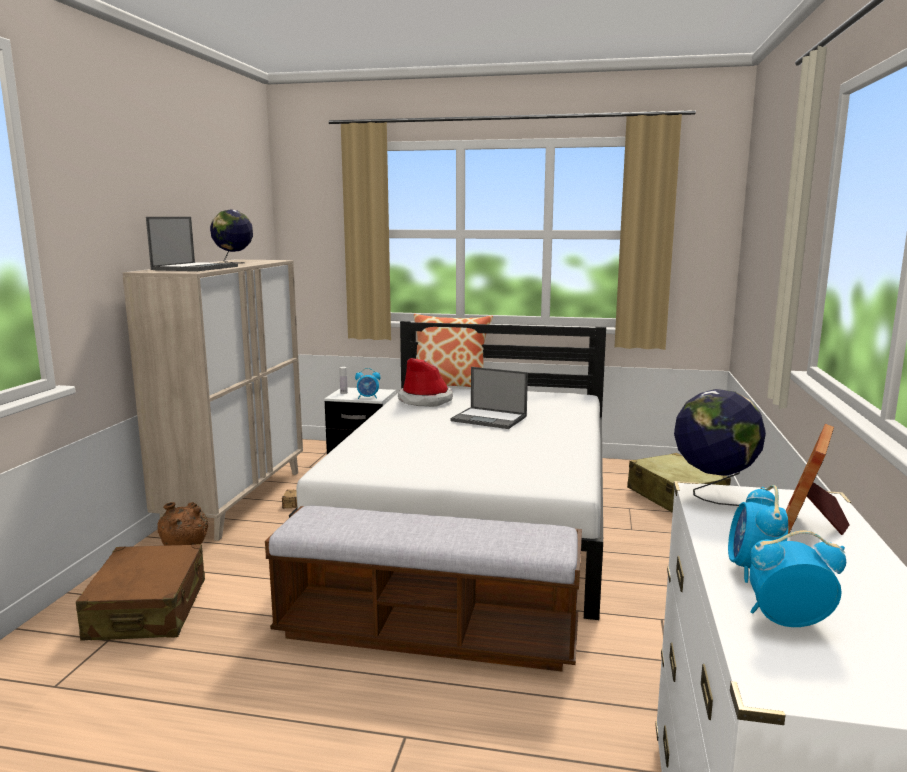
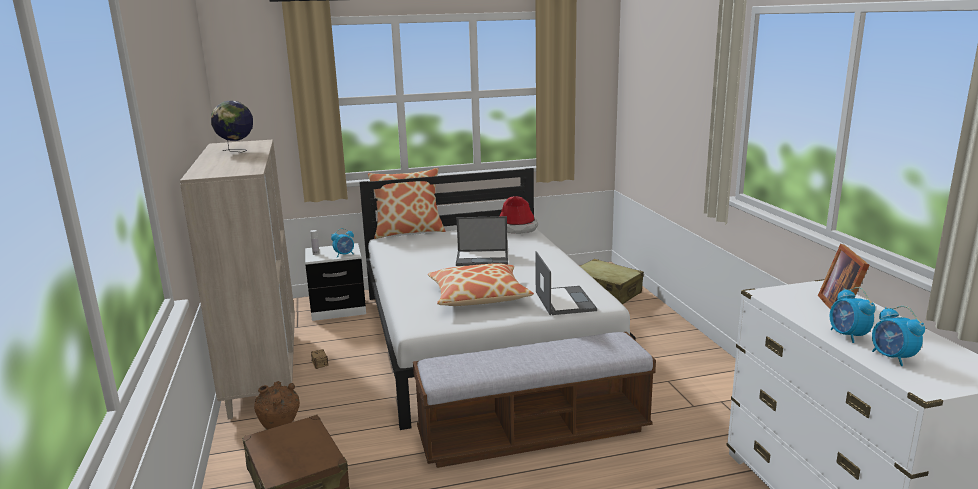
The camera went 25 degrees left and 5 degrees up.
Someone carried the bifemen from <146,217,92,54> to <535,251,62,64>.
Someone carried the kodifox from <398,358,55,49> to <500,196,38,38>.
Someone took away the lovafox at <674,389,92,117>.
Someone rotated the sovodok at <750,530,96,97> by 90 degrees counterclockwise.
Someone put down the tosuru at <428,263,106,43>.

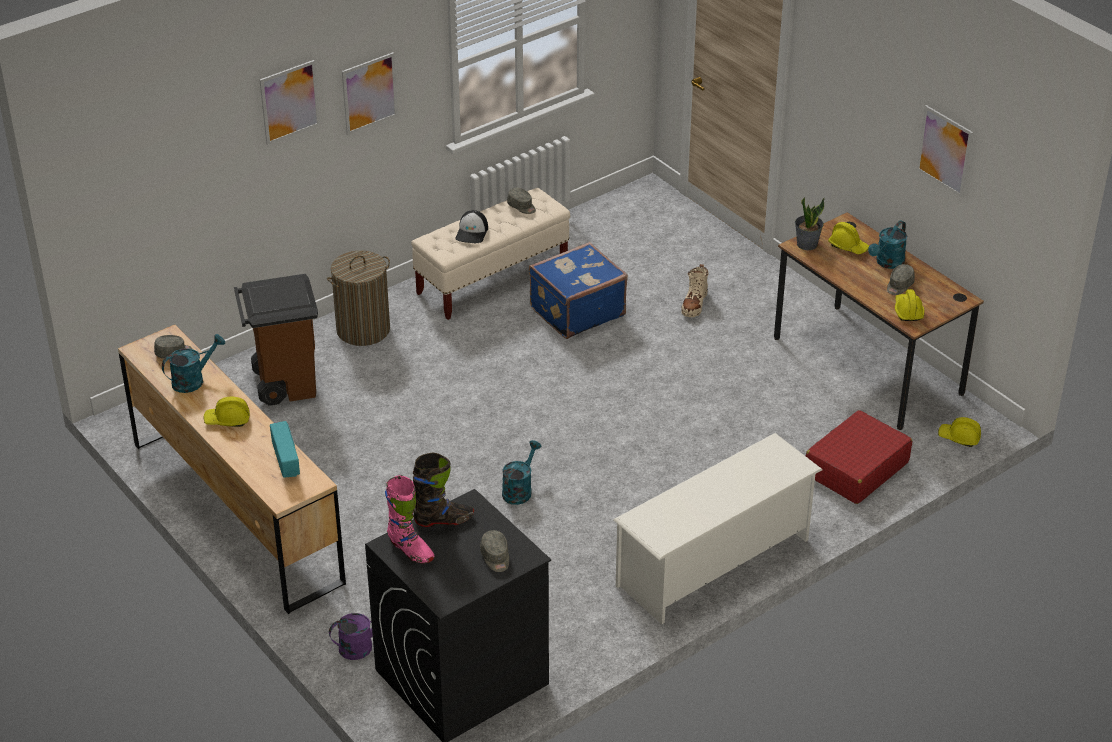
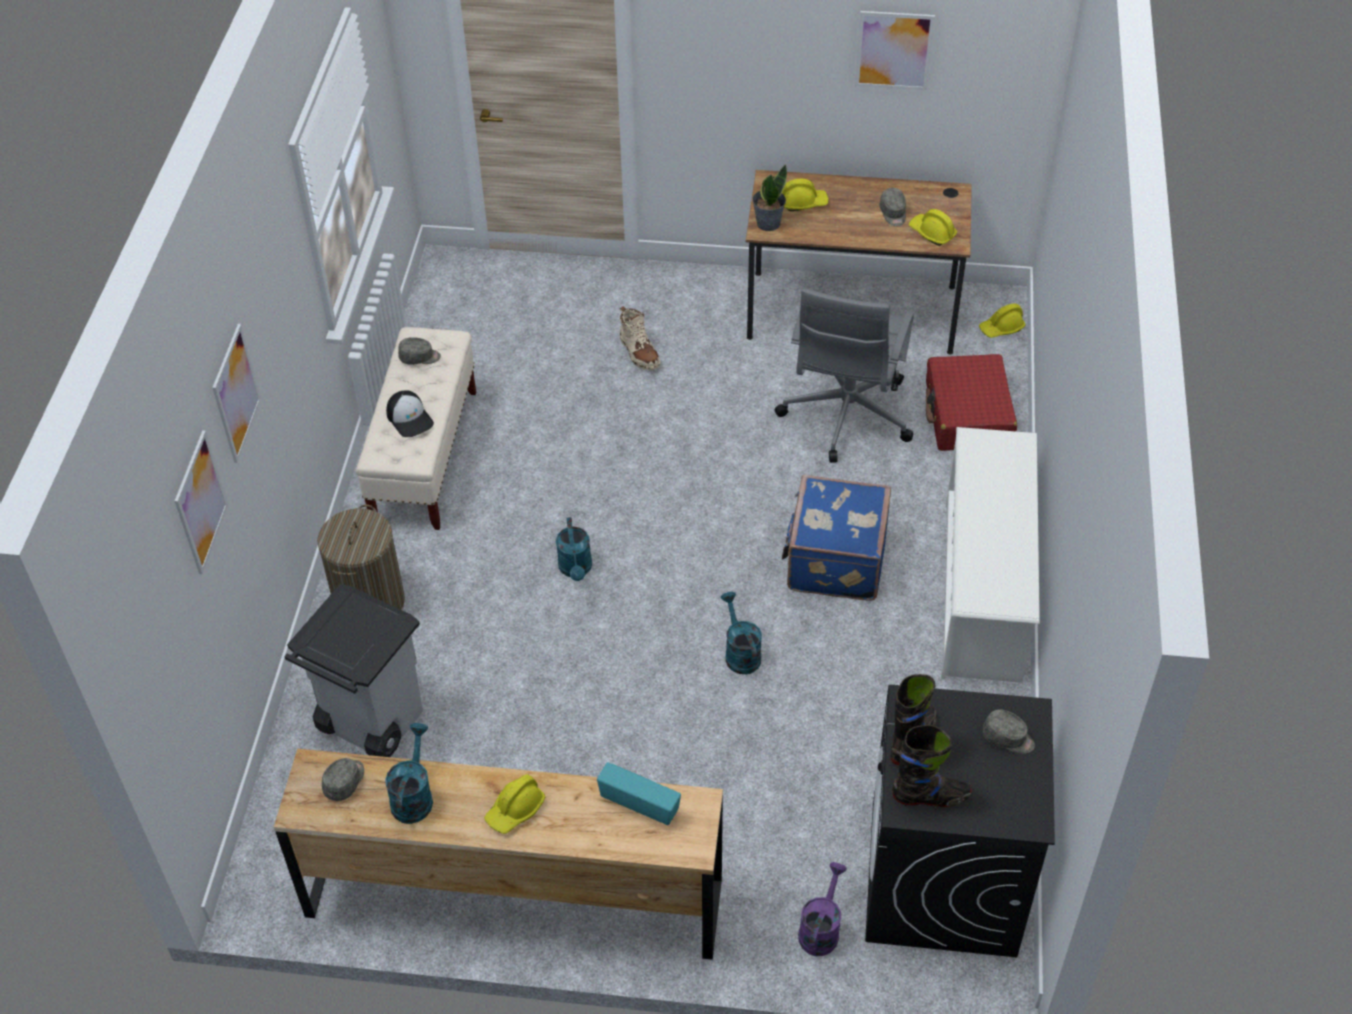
The camera went 45 degrees left and 10 degrees up.
Someone carried the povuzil from <342,52,56,83> to <175,430,53,144>.
Someone carried the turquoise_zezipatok from <868,220,39,49> to <556,517,36,64>.
Someone carried the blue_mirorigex from <529,242,99,97> to <782,475,109,126>.
Someone repainted the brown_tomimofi at <234,274,84,132>, which became the grey_tomimofi at <284,584,139,173>.
Someone repainted the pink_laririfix at <385,475,49,88>, which became the black_laririfix at <892,725,80,82>.
Someone put down the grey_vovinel at <775,288,139,175>.

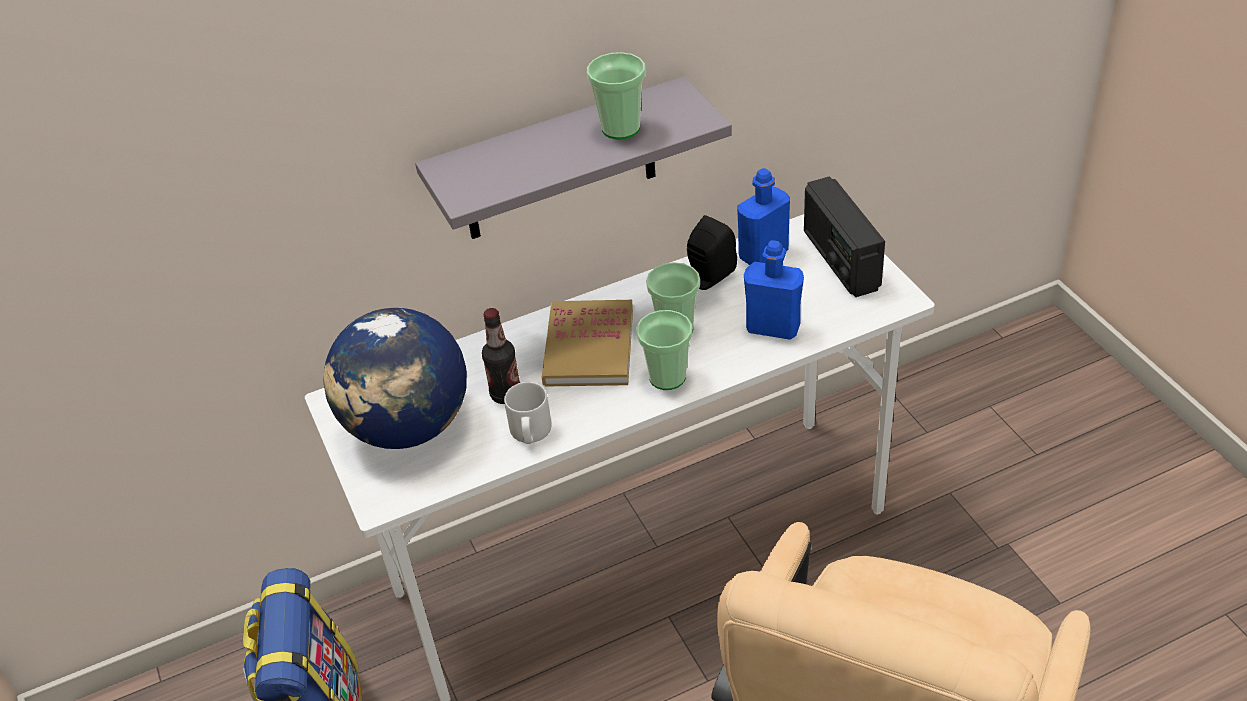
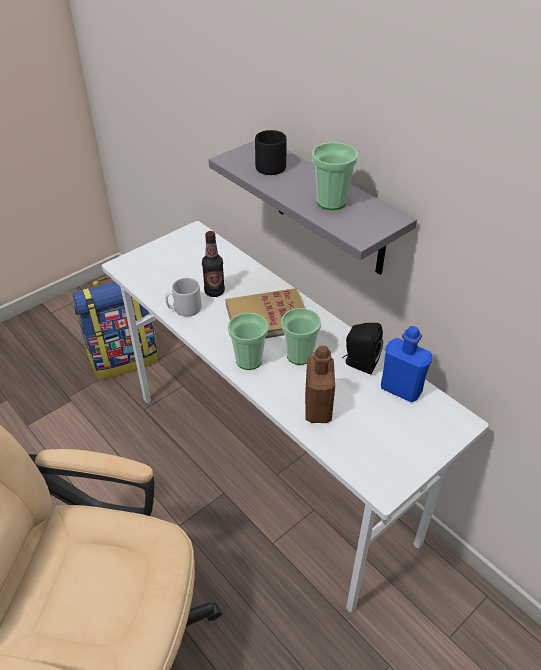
The camera went 70 degrees right and 0 degrees up.
Someone took away the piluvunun at <804,176,81,121>.
Someone repainted the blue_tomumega at <744,240,60,100>, which became the brown_tomumega at <305,346,30,77>.
Someone took away the lovafox at <323,308,144,141>.
Someone put down the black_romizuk at <255,130,32,45>.

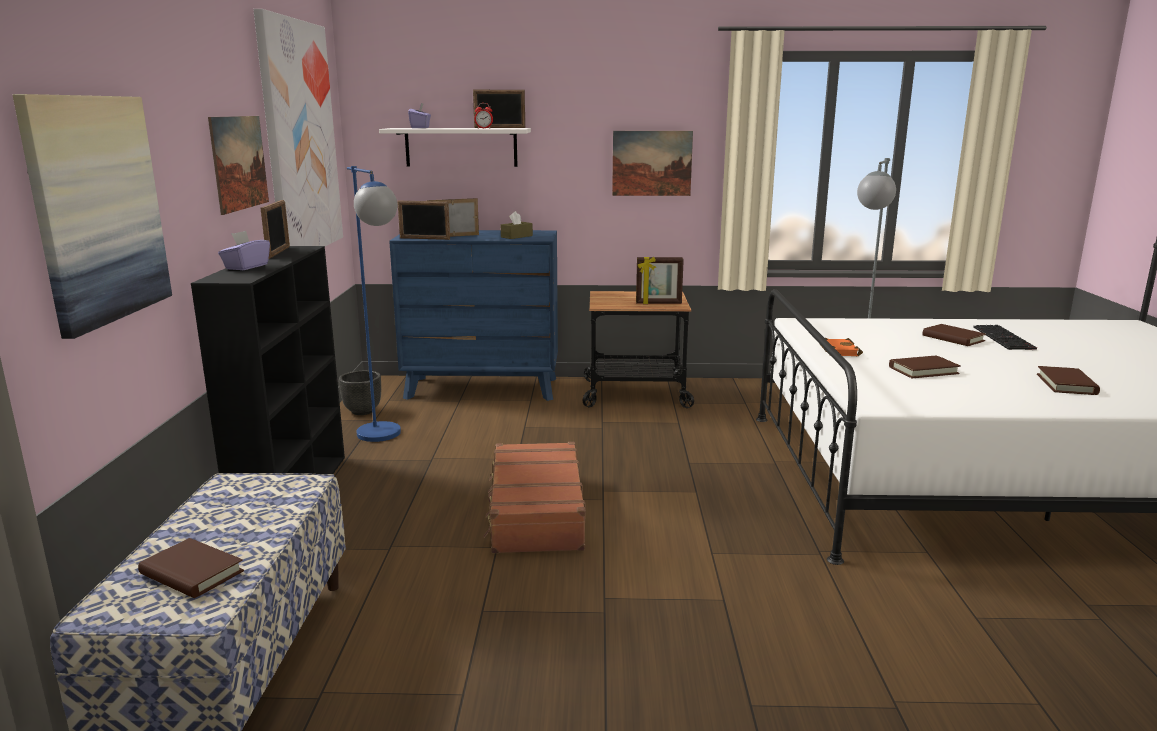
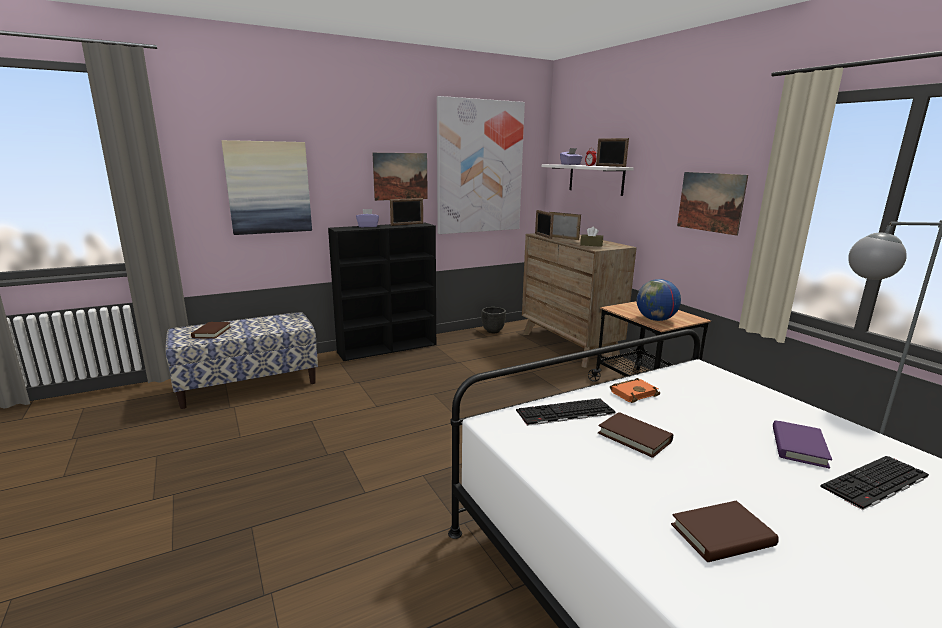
The camera went 60 degrees right and 0 degrees up.
Someone took away the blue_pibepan at <347,166,54,276>.
Someone repainted the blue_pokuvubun at <389,230,169,171>, which became the brown_pokuvubun at <522,233,115,135>.
Someone swapped the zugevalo at <636,257,48,47> for the lovafox at <636,279,45,42>.
Someone repainted the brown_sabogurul at <923,324,63,22>, which became the purple_sabogurul at <773,420,59,48>.
Someone took away the brown_mirorigex at <484,442,102,111>.
Someone put down the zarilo at <516,398,100,28>.

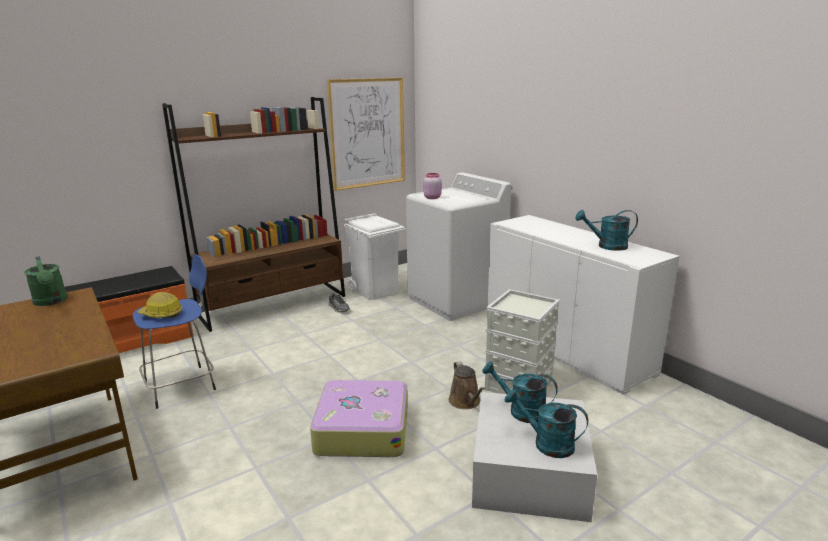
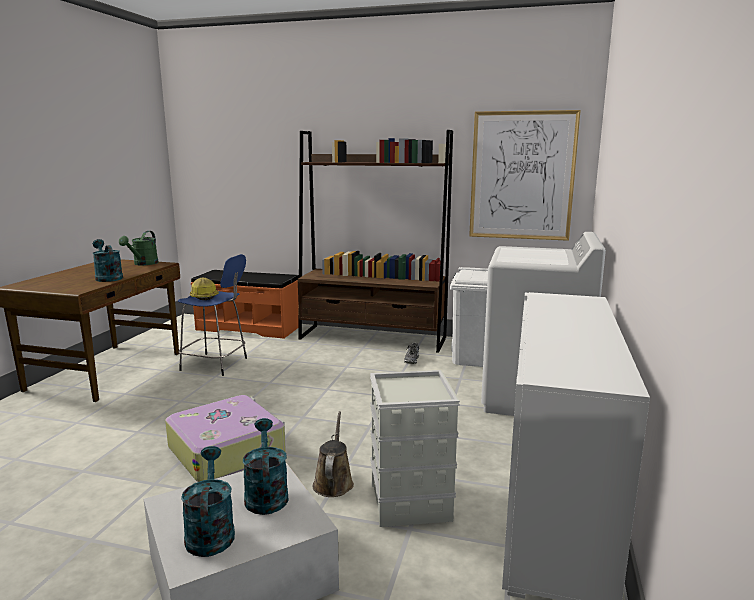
The camera went 50 degrees right and 5 degrees down.
Someone took away the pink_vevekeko at <424,173,18,26>.
Someone carried the turquoise_zezipatok from <575,210,63,41> to <93,239,30,43>.
Someone rotated the brown_zezipatok at <449,361,36,48> by 150 degrees clockwise.

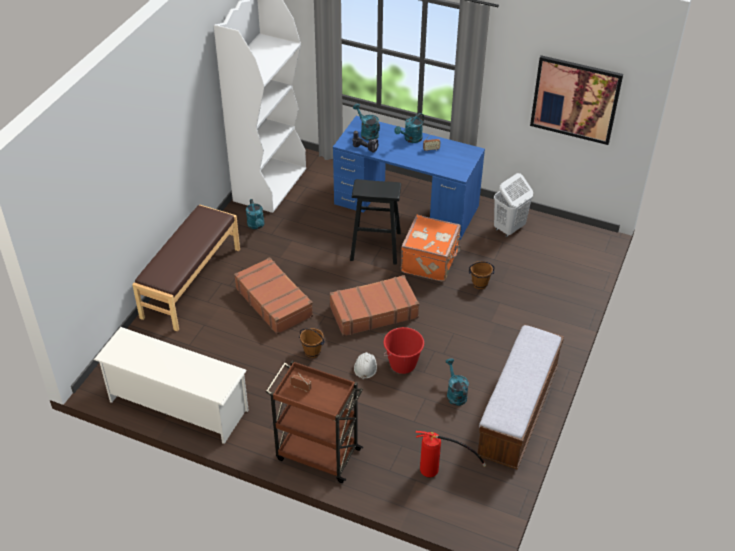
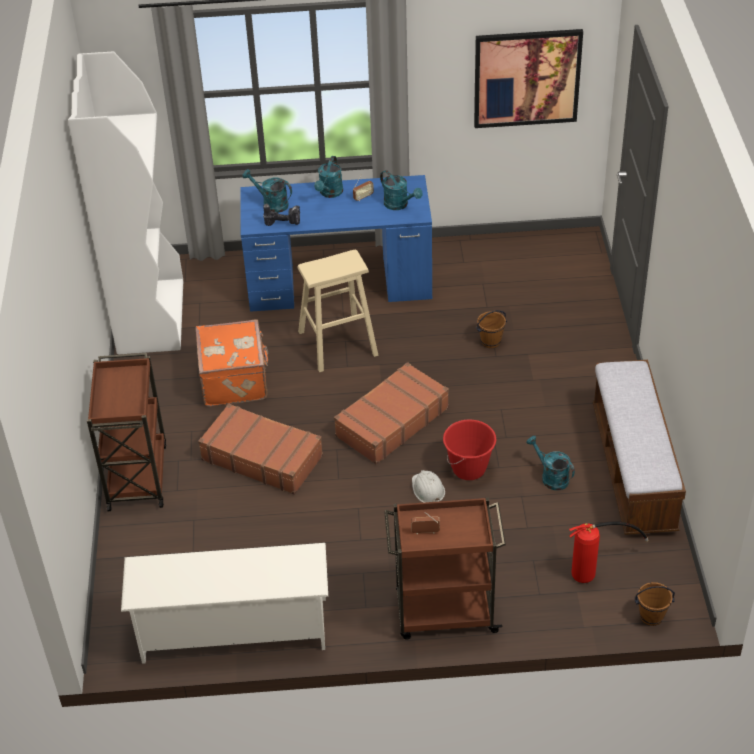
The camera went 25 degrees left and 0 degrees up.
Someone took away the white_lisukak at <494,173,39,64>.
Someone repainted the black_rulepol at <350,179,51,86>, which became the beige_rulepol at <297,250,81,122>.
Someone carried the turquoise_zezipatok from <246,199,18,30> to <380,170,42,40>.
Someone swapped the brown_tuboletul at <132,205,108,127> for the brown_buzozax at <87,353,80,158>.
Someone carried the orange_mirorigex from <401,214,60,68> to <195,319,73,87>.
Someone carried the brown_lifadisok from <299,328,26,30> to <635,582,40,44>.

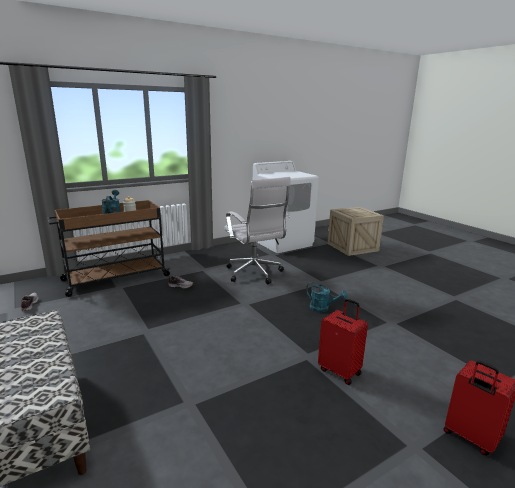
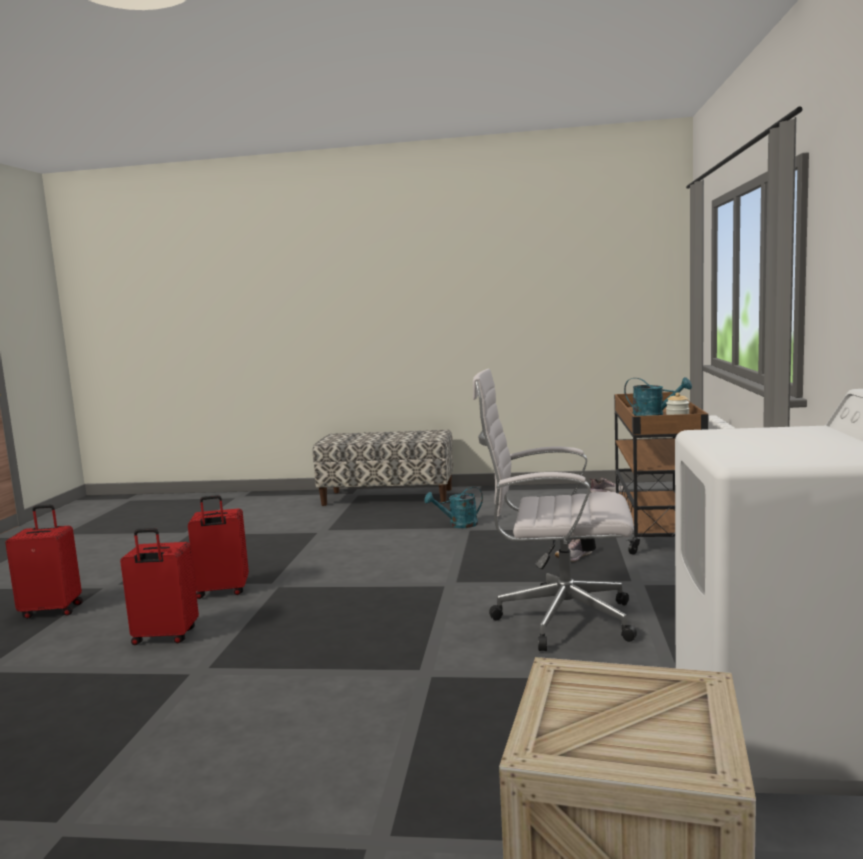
The camera went 130 degrees right and 10 degrees down.
Someone carried the turquoise_zezipatok from <306,282,41,30> to <424,487,59,41>.
Someone put down the red_mirorigex at <120,528,79,117>.

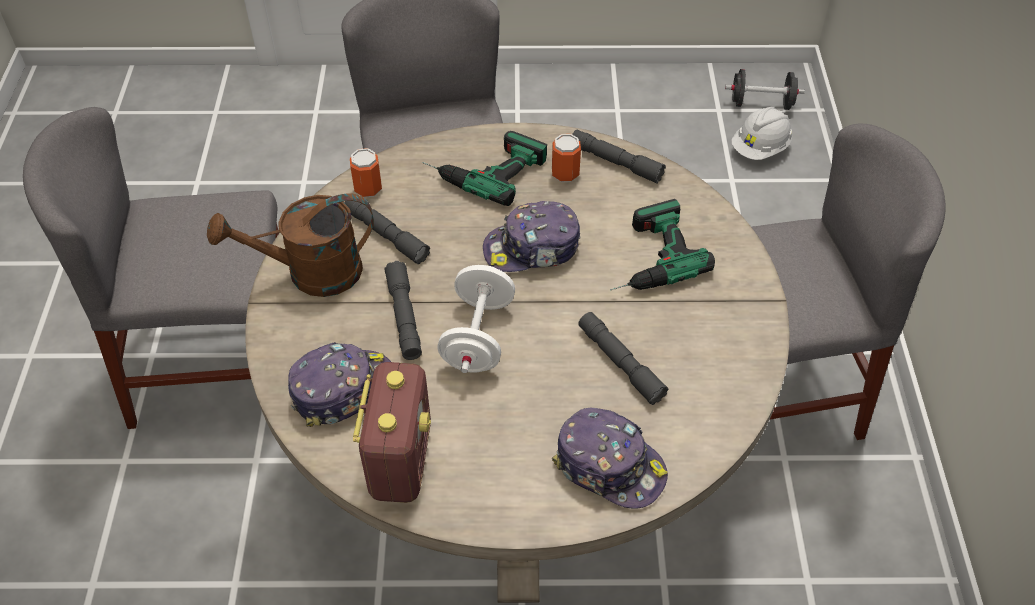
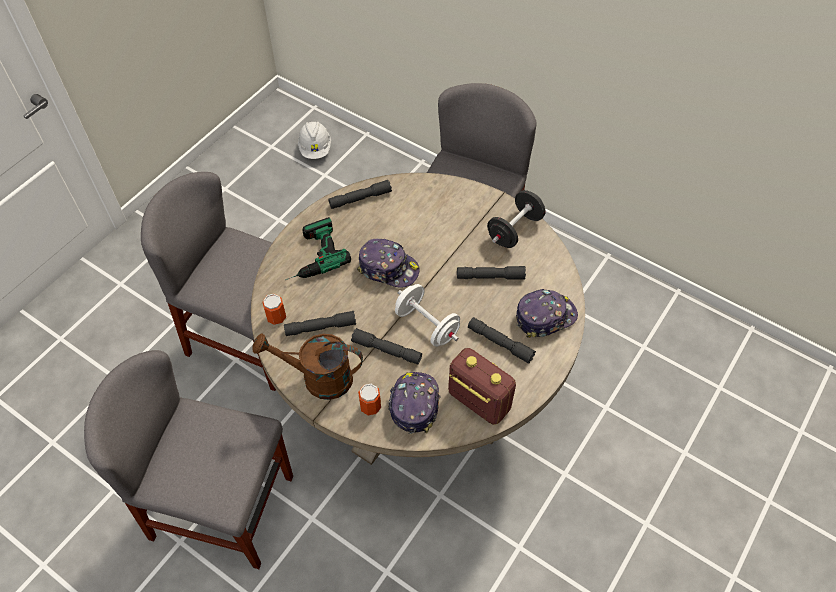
The camera went 55 degrees left and 5 degrees up.
Someone carried the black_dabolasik from <725,69,80,41> to <487,190,59,58>.
Someone rotated the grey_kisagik at <23,107,256,322> by 75 degrees clockwise.
Someone carried the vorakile from <552,134,29,48> to <358,384,23,31>.
Someone rotated the brown_zezipatok at <207,193,167,104> by 75 degrees clockwise.
Someone took away the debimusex at <610,199,105,92>.
Someone rotated the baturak at <483,201,97,71> by 90 degrees counterclockwise.
Someone put down the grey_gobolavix at <468,317,68,46>.

